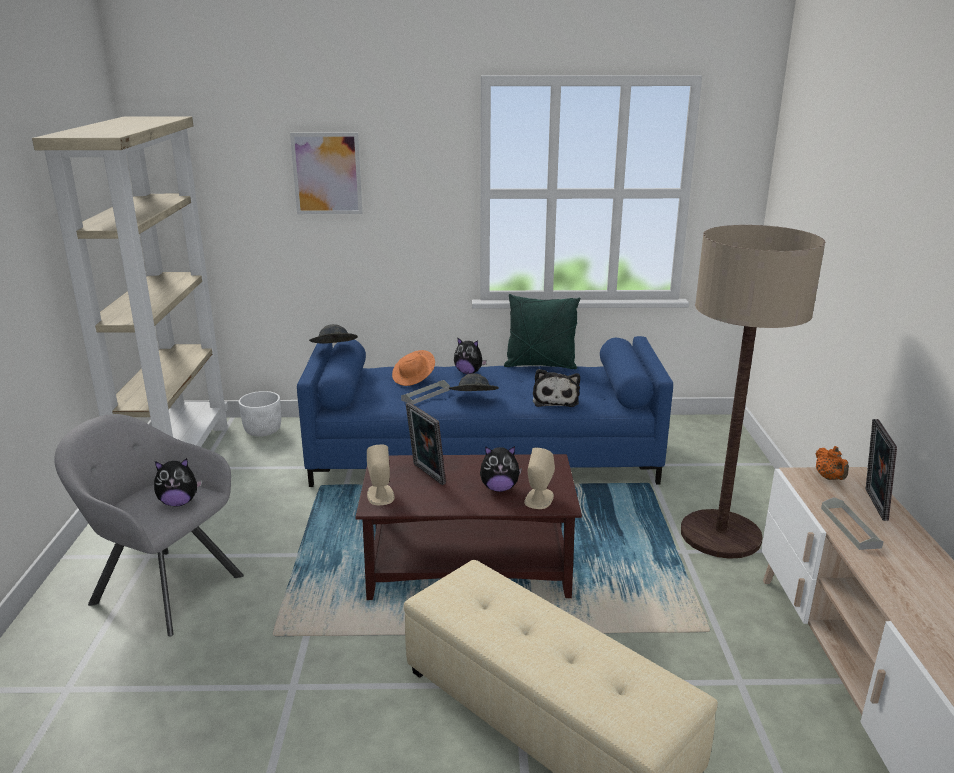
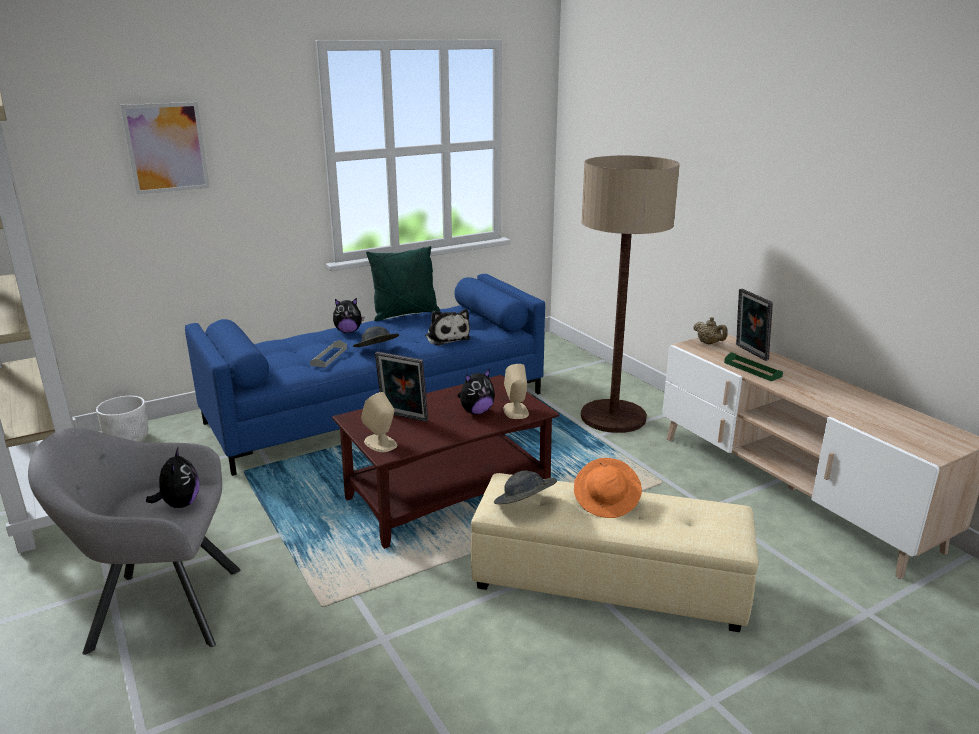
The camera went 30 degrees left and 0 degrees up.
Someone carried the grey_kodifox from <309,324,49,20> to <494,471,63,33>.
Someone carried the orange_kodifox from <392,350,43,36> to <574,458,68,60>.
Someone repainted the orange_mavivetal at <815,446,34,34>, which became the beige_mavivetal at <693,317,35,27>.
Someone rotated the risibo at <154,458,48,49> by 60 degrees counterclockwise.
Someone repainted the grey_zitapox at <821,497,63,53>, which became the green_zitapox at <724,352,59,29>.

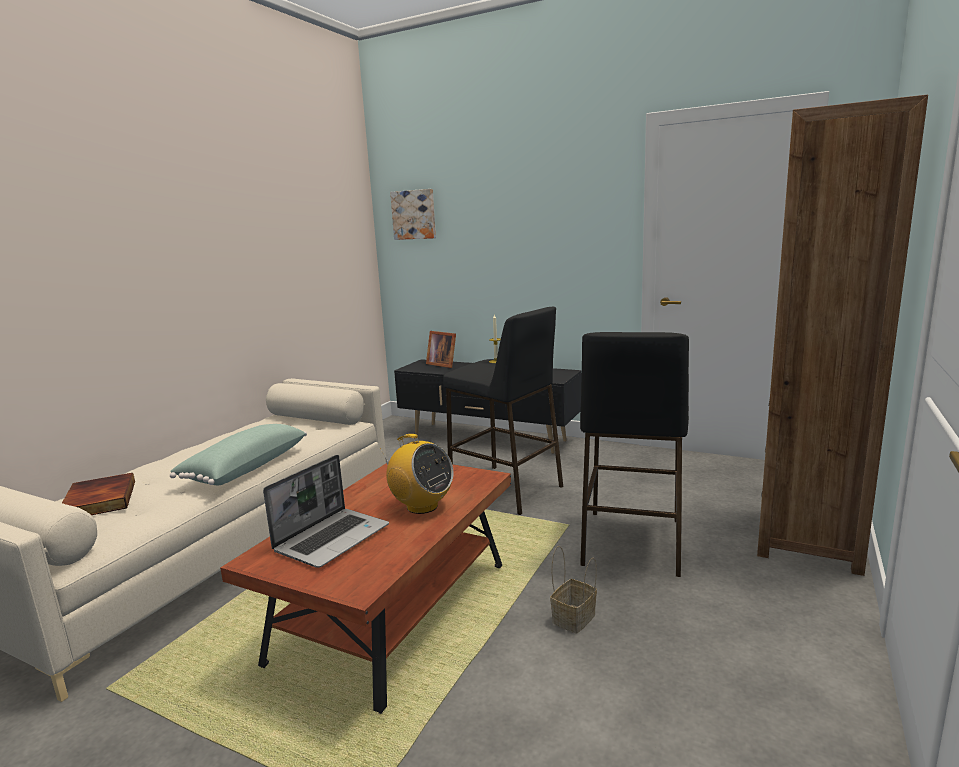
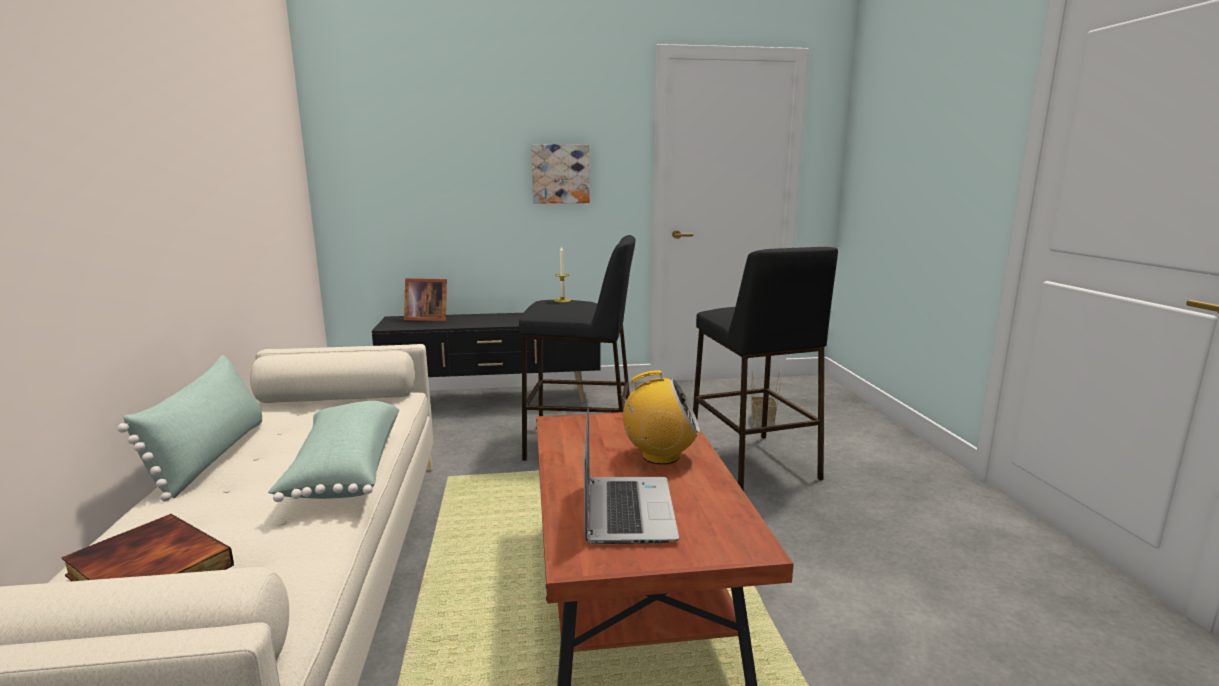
The camera went 35 degrees left and 0 degrees up.
Someone took away the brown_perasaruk at <757,95,171,481>.
Someone carried the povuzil from <390,189,46,51> to <531,144,59,59>.
Someone carried the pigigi from <550,546,47,88> to <751,372,30,54>.
Someone put down the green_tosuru at <117,355,145,146>.

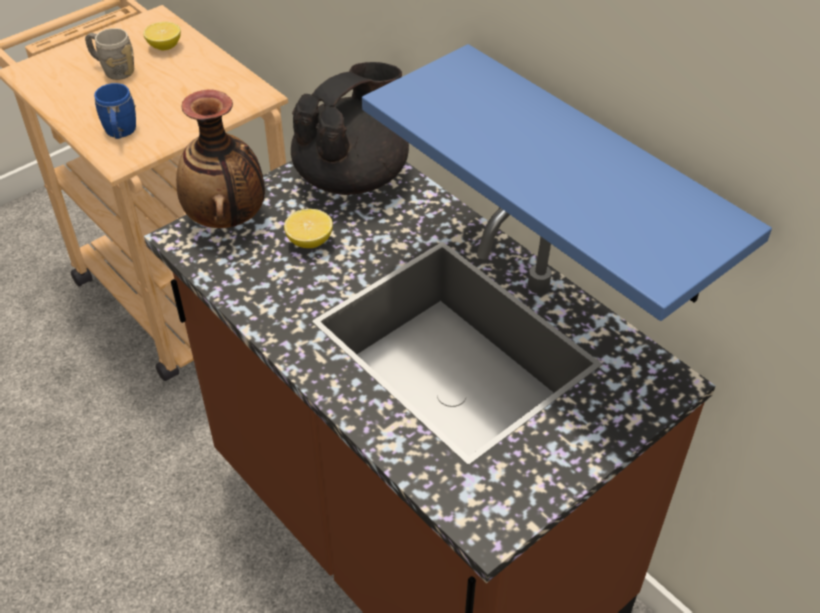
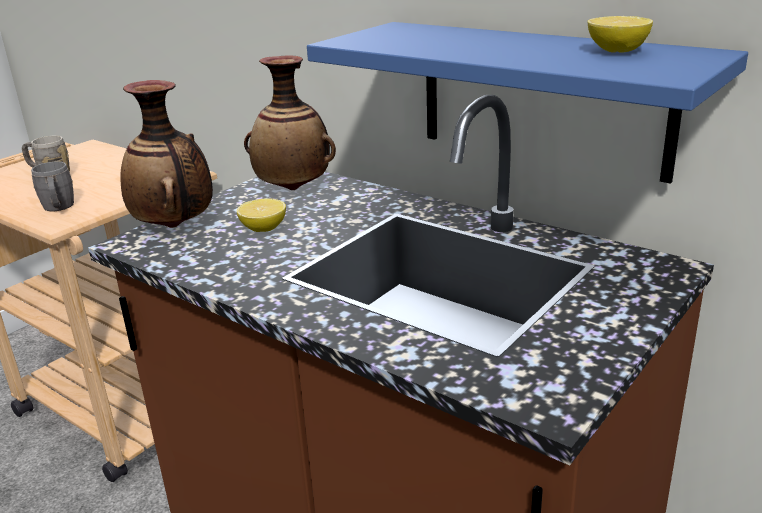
The camera went 10 degrees left and 20 degrees down.
Someone carried the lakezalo from <143,22,38,29> to <587,16,66,37>.
Someone swapped the black_mavivetal at <291,62,118,133> for the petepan at <244,55,92,135>.
Someone repainted the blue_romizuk at <94,83,42,56>, which became the grey_romizuk at <31,161,43,50>.

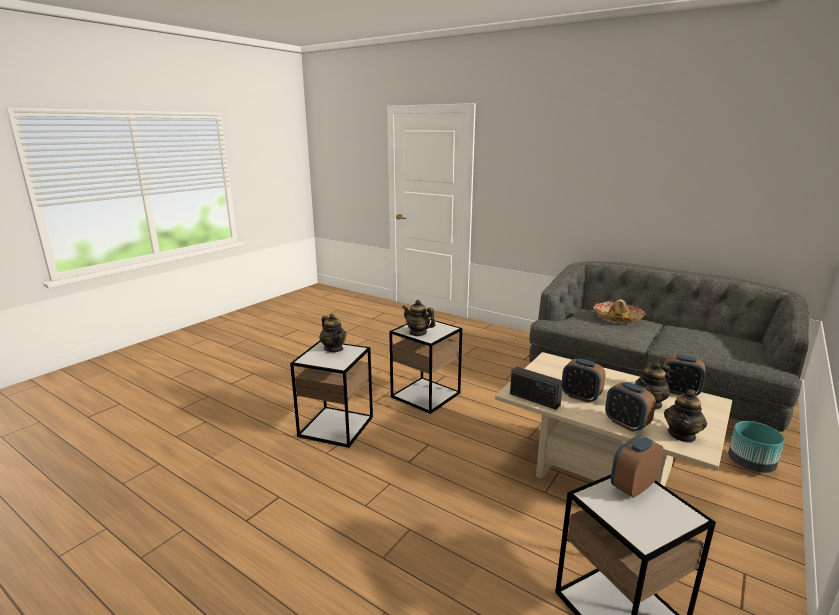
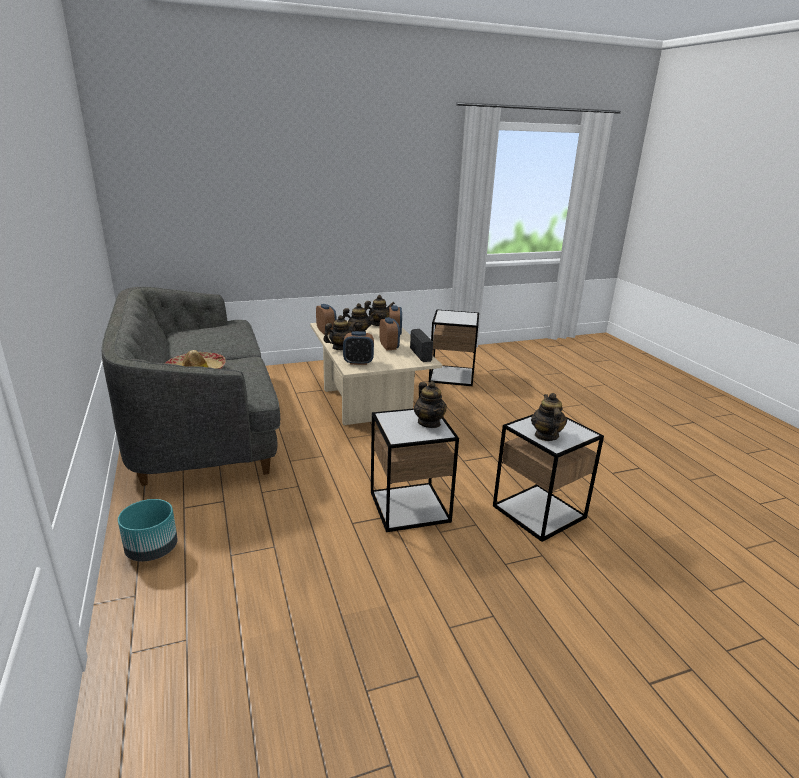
The camera went 145 degrees left and 5 degrees up.
Someone carried the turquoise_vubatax from <728,421,57,52> to <118,499,60,62>.
Someone carried the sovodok from <611,435,52,63> to <343,331,31,34>.
Someone put down the mavivetal at <323,315,34,35>.

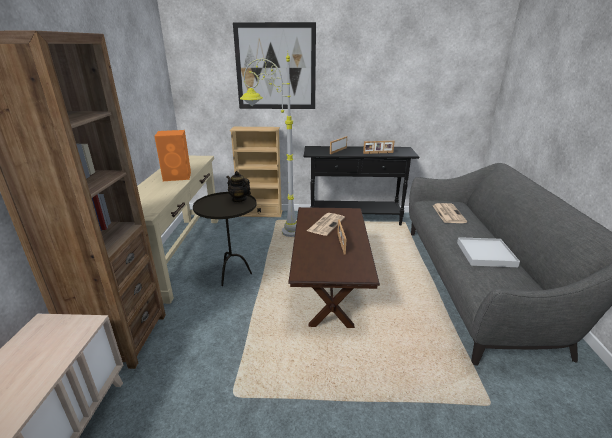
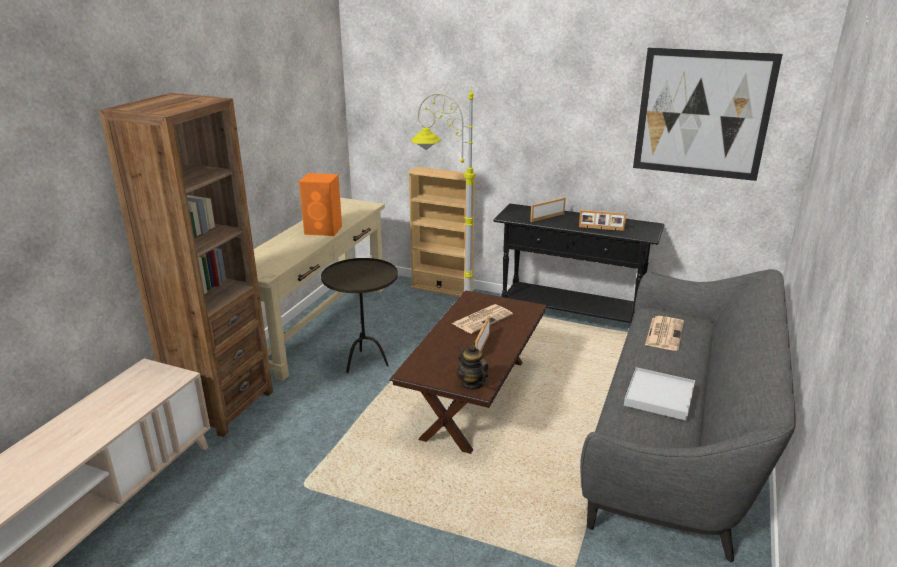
The camera went 20 degrees right and 0 degrees up.
Someone carried the povuzil from <233,22,83,87> to <633,48,150,133>.
Someone carried the mavivetal from <226,171,25,32> to <457,345,31,45>.

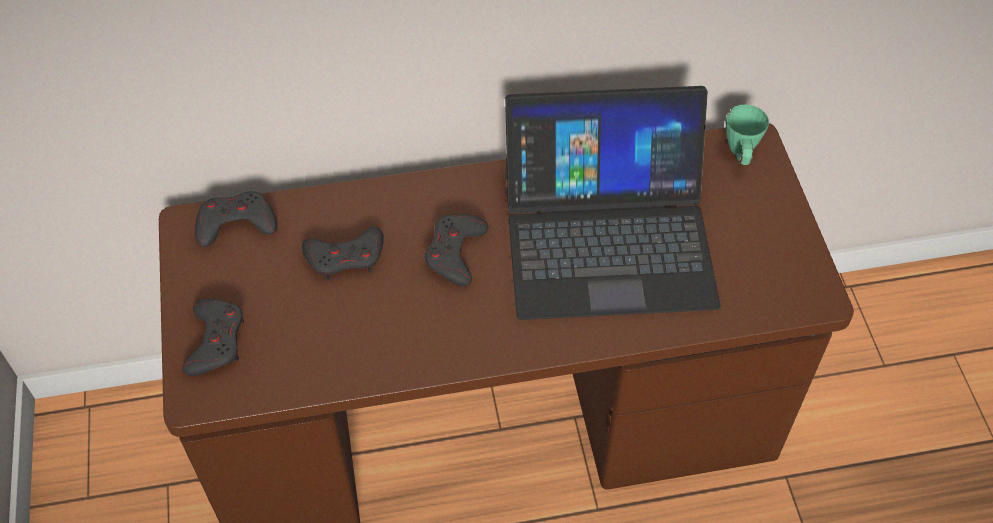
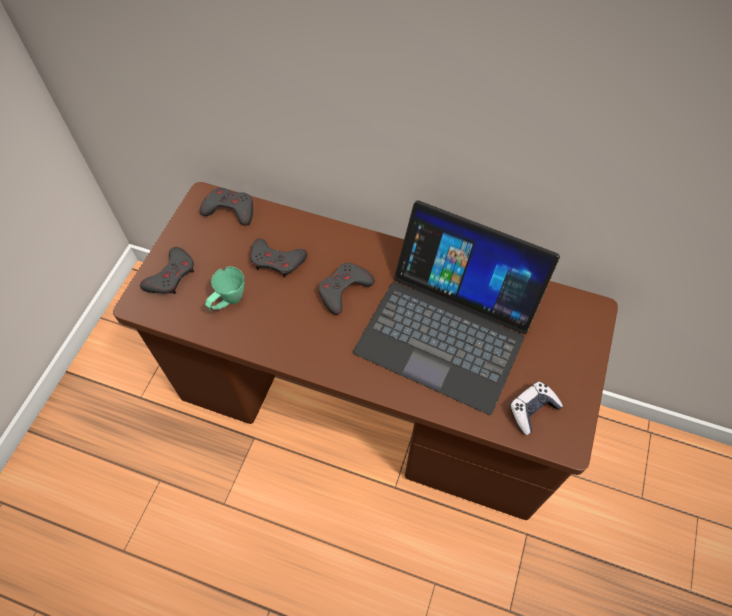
The camera went 30 degrees right and 5 degrees up.
Someone carried the green_romizuk from <726,104,43,61> to <205,266,40,45>.
Someone put down the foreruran at <510,381,53,54>.

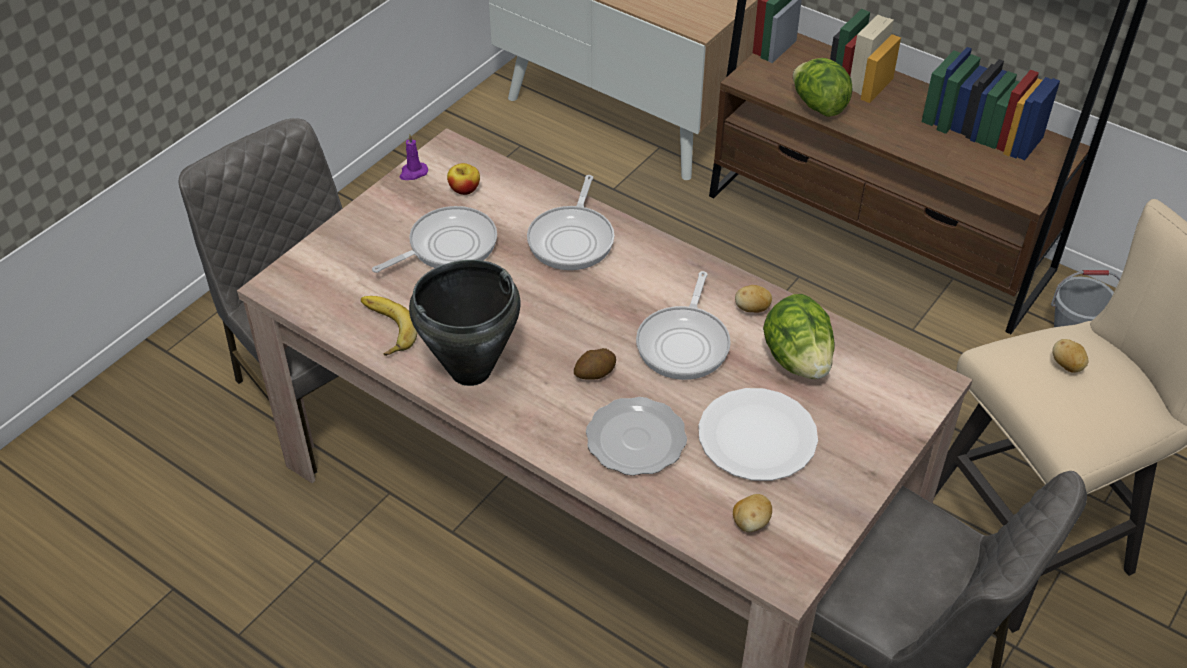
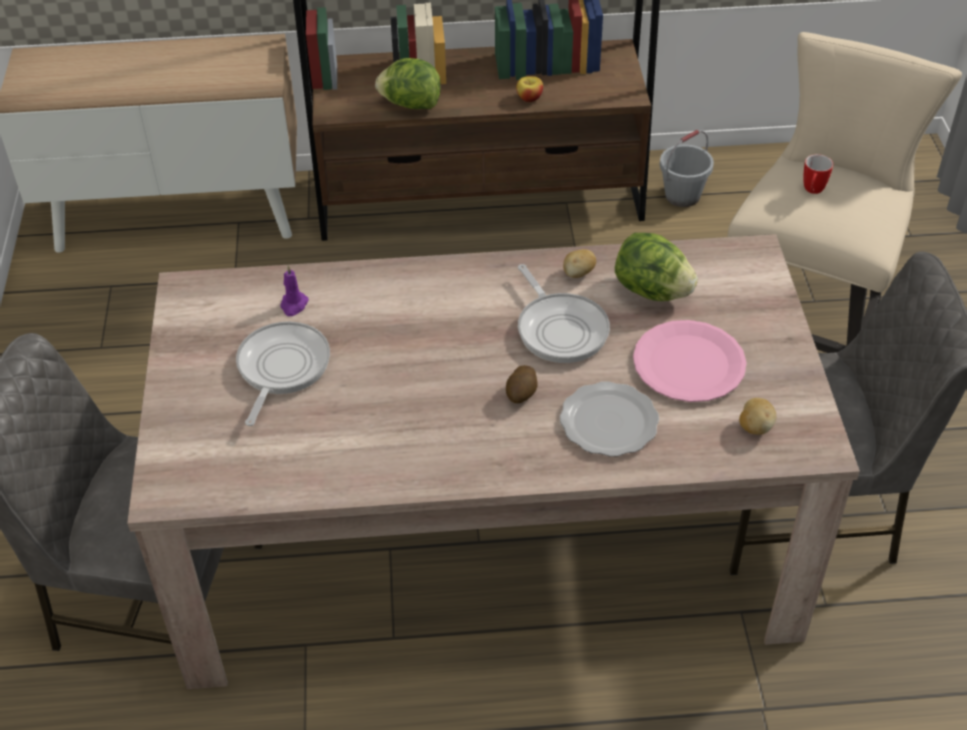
The camera went 40 degrees left and 0 degrees up.
Someone carried the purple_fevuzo from <399,133,29,47> to <280,265,29,51>.
Someone carried the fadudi from <447,163,33,32> to <516,76,27,26>.
Someone took away the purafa at <527,175,87,95>.
Someone took away the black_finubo at <409,260,112,126>.
Someone took away the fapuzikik at <361,296,56,60>.
Someone swapped the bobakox at <1052,339,36,34> for the romizuk at <803,154,30,40>.
Someone repainted the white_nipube at <698,388,120,93>, which became the pink_nipube at <633,320,114,82>.

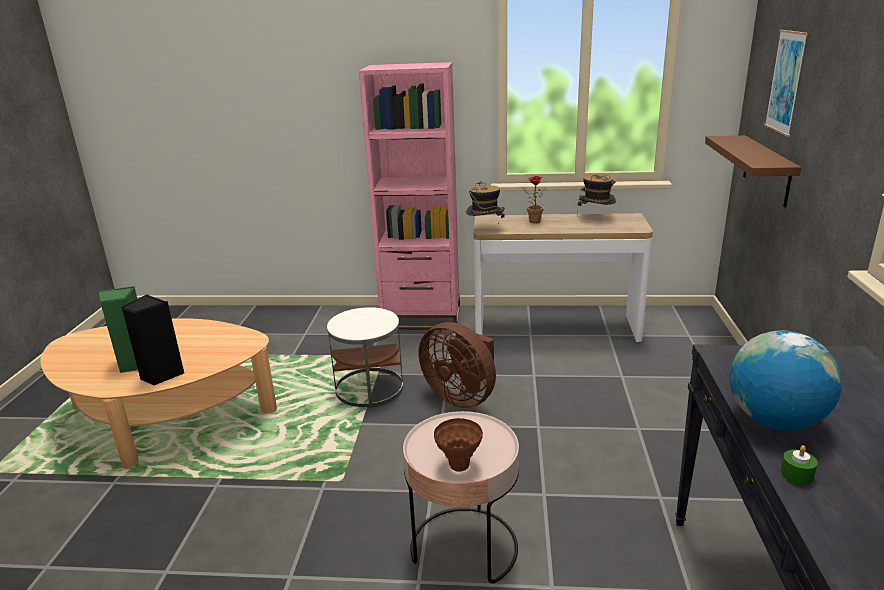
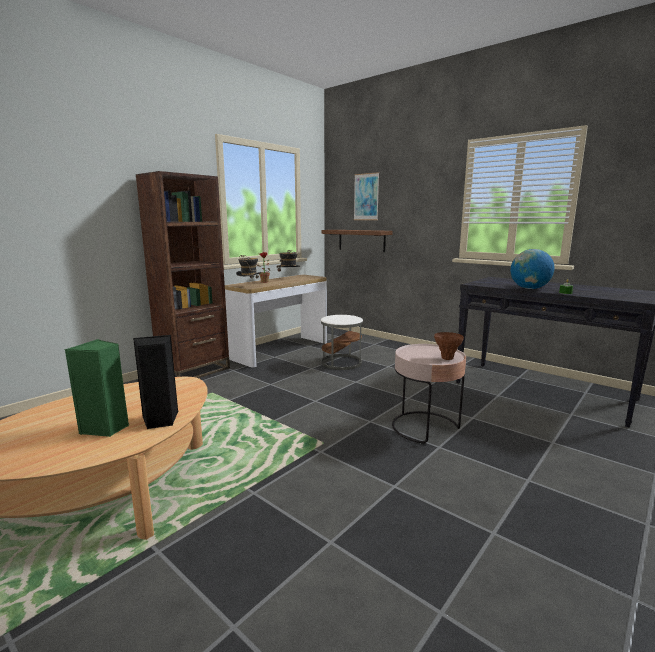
The camera went 55 degrees left and 10 degrees down.
Someone repainted the pink_perasaruk at <359,62,101,268>, which became the brown_perasaruk at <136,171,94,207>.
Someone carried the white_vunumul from <327,307,76,101> to <321,315,42,55>.
Someone took away the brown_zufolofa at <419,322,77,86>.

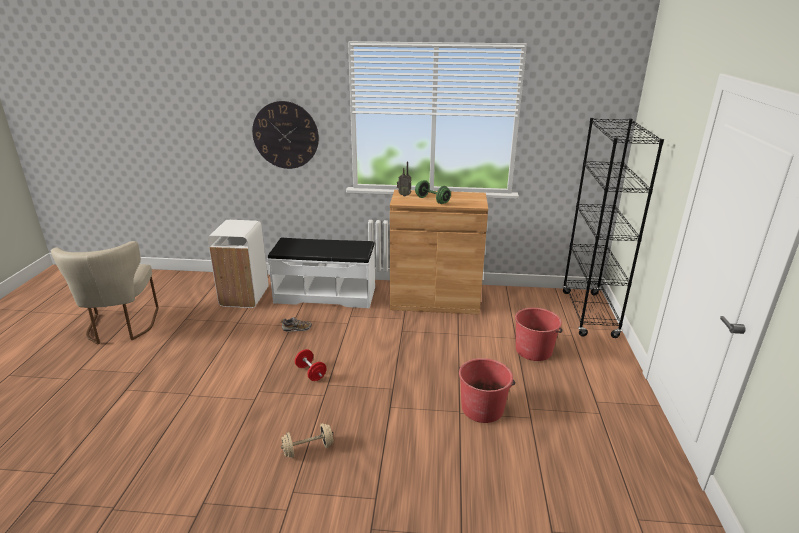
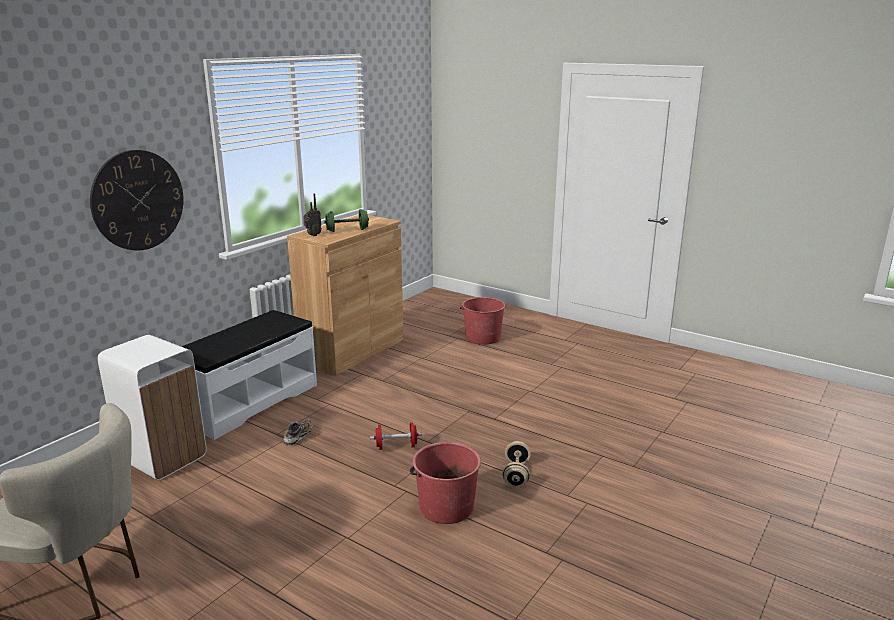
The camera went 60 degrees left and 5 degrees down.
Someone took away the black_perasaruk at <562,118,102,220>.
Someone carried the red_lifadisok from <459,358,56,65> to <410,442,71,82>.

